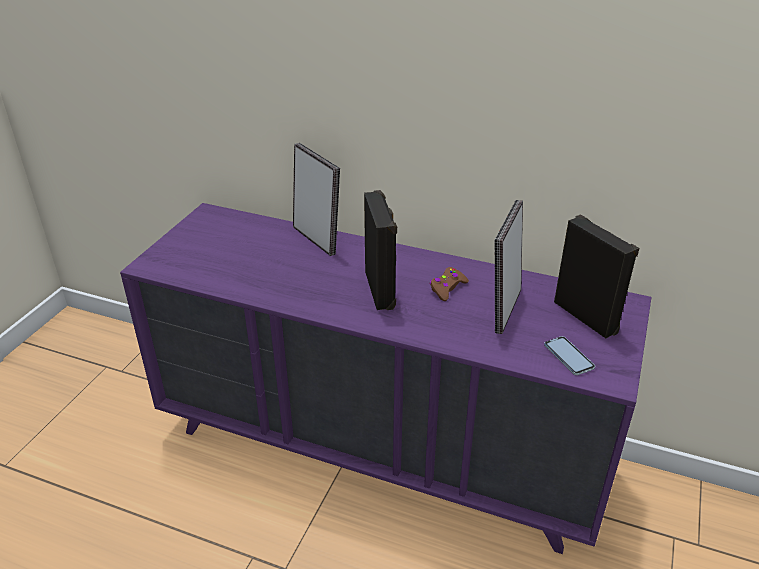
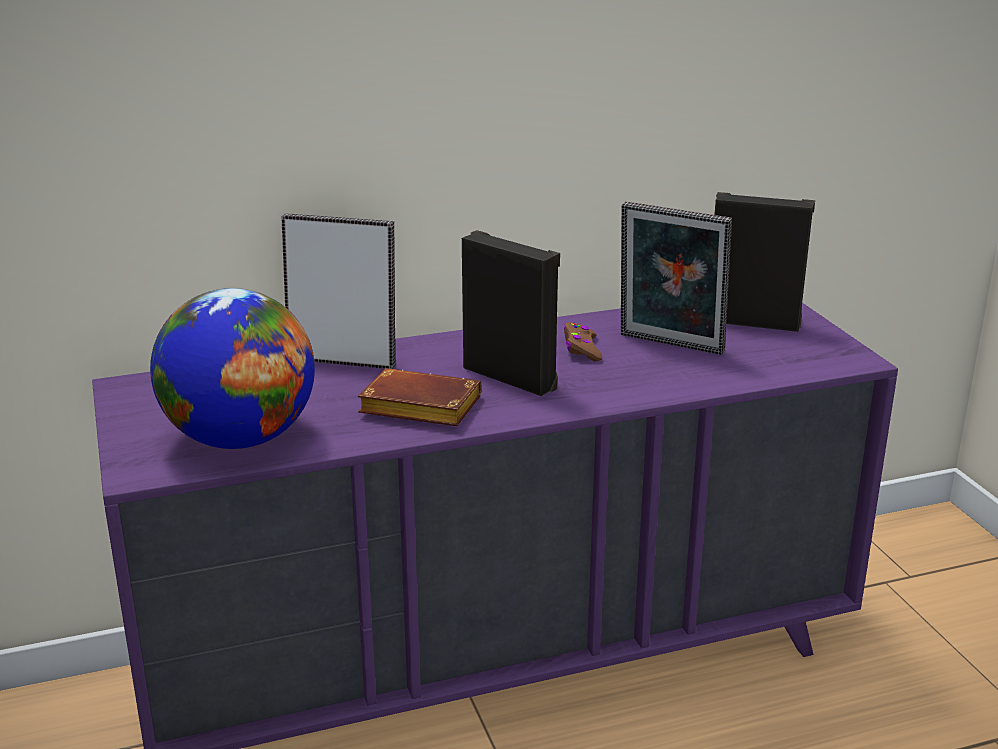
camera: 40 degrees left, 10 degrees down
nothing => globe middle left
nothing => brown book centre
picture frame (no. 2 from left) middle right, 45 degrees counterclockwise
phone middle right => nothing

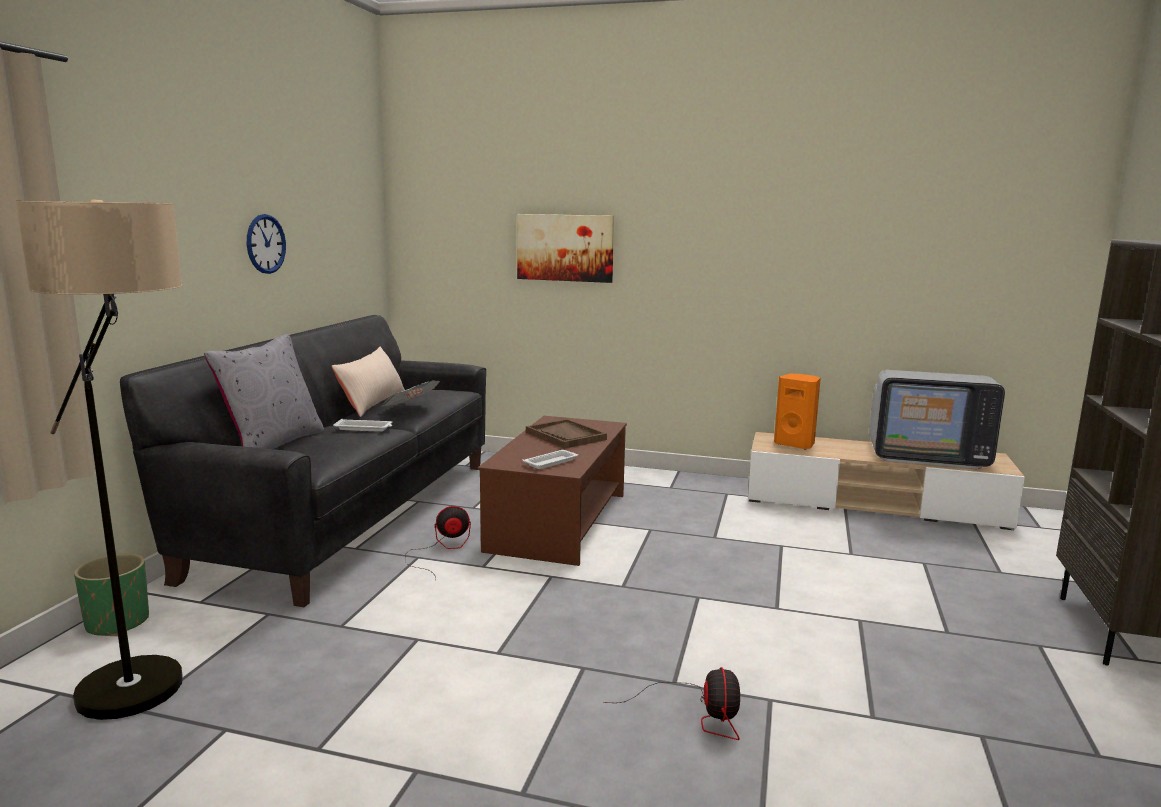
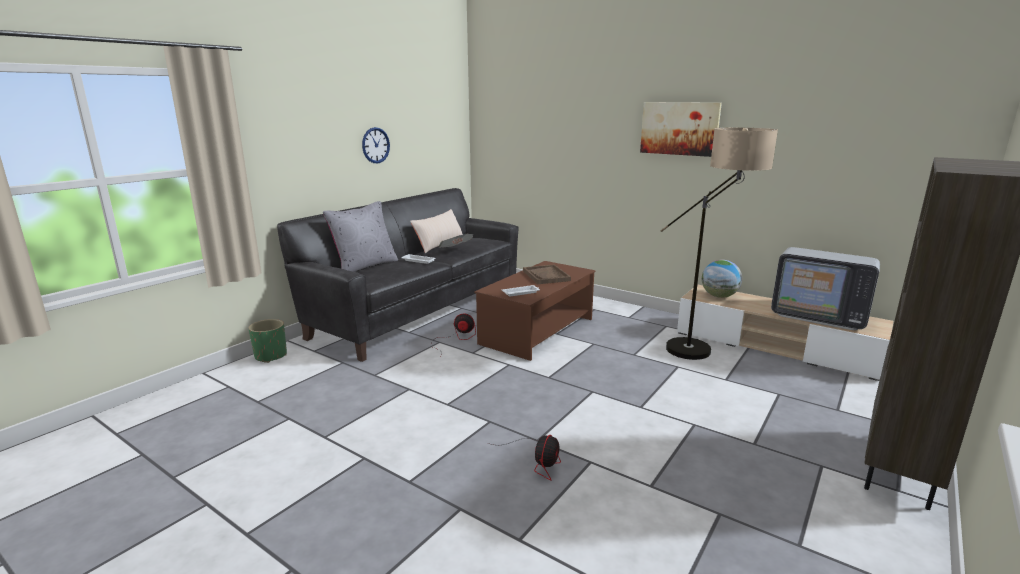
camera: 20 degrees right, 5 degrees up
picture top centre => picture top right, relocated
floor lamp middle left => floor lamp middle right, relocated
orange speaker middle right => globe middle right

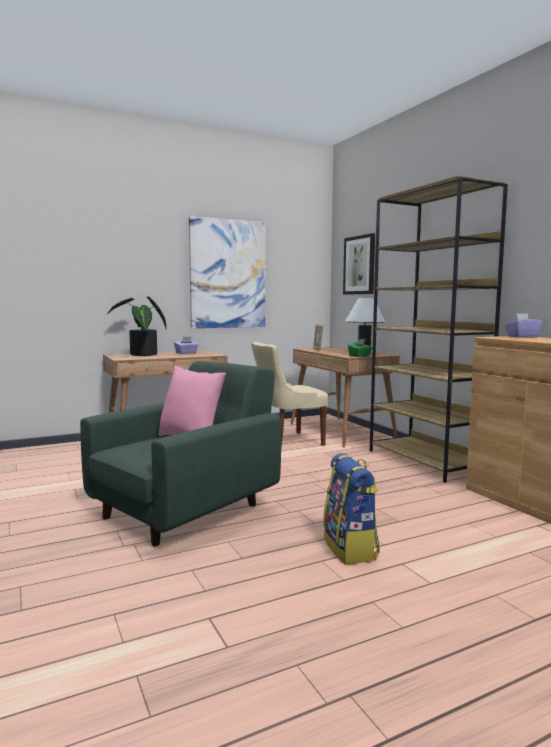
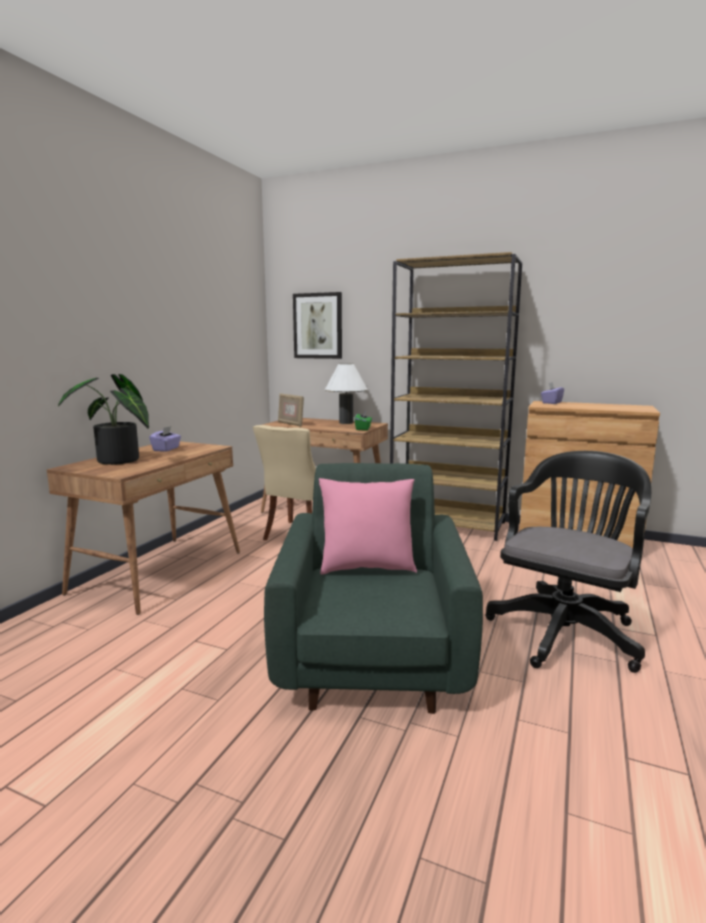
camera: 40 degrees left, 5 degrees up
backpack bottom centre => black office chair middle right
picture (no. 1 from left) centre => nothing

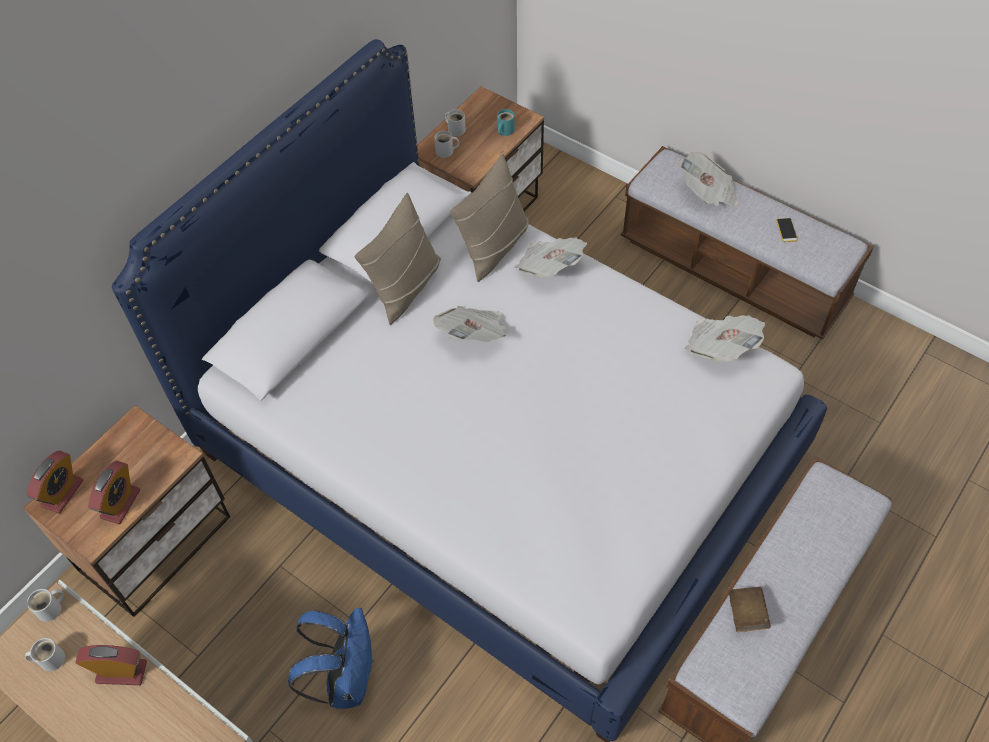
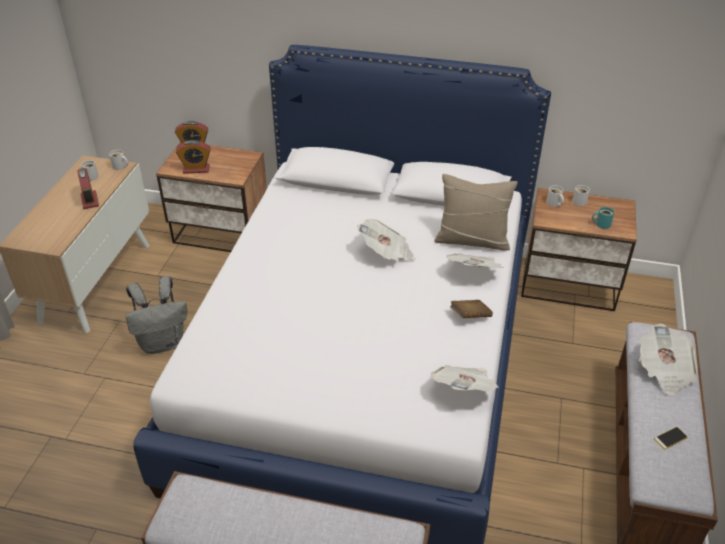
camera: 65 degrees right, 15 degrees down
blue backpack bottom centre => grey backpack middle left
brown book bottom right => brown book centre, relocated
beige pillow (no. 1 from left) centre => nothing

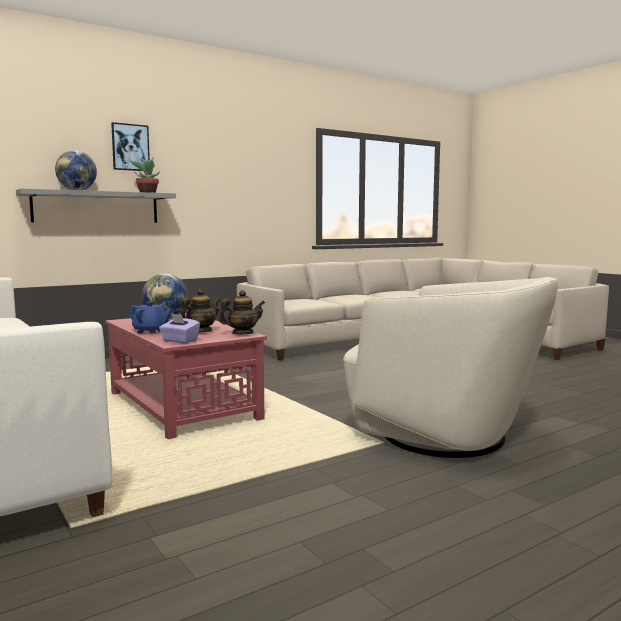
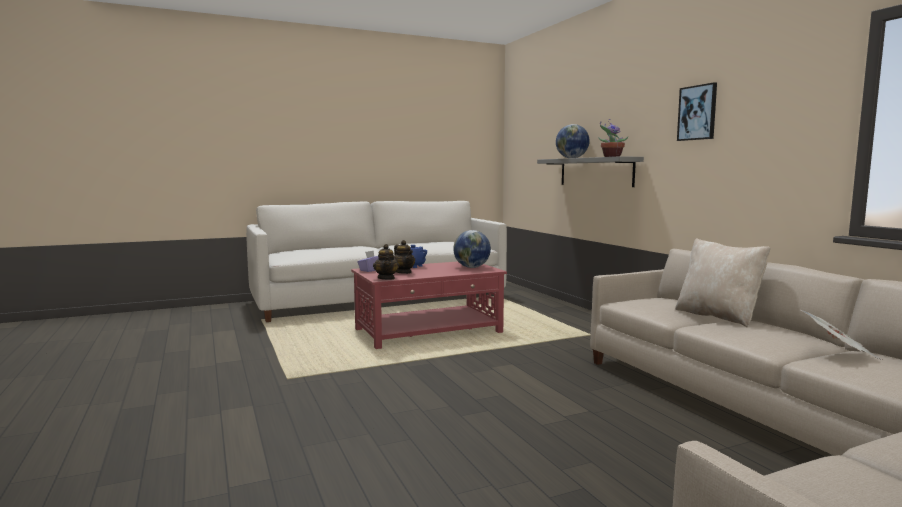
camera: 100 degrees right, 0 degrees up
nothing => beige pillow middle right
picture top left => picture top right, relocated
nothing => newspaper middle right
beige armchair middle right => nothing

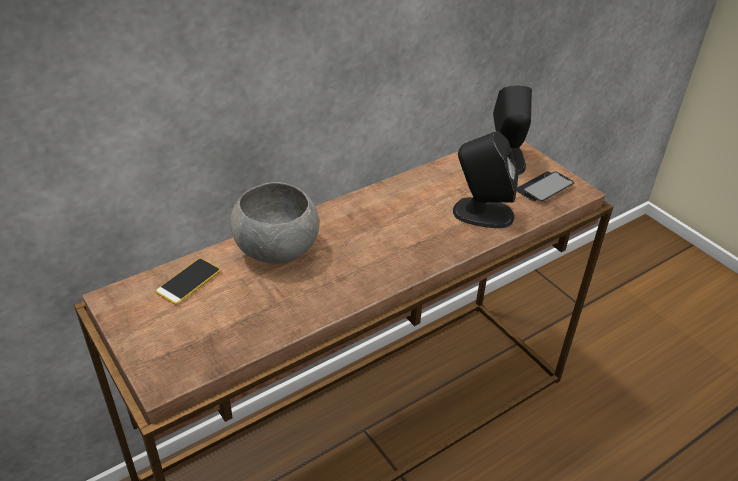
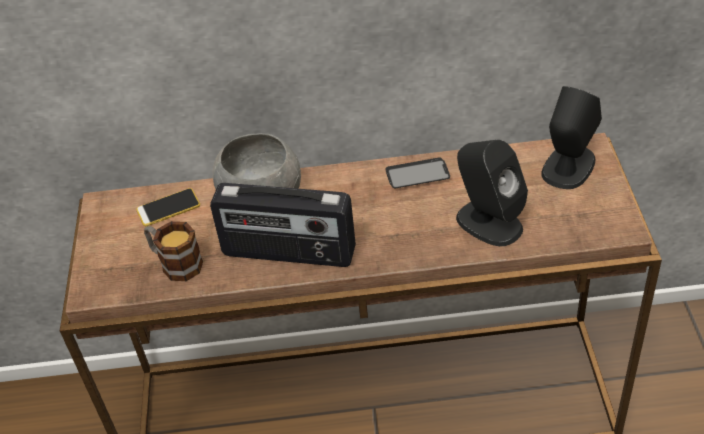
camera: 35 degrees right, 5 degrees up
nothing => mug middle left
nothing => radio centre
phone (no. 2 from left) middle right => phone (no. 2 from left) centre, relocated

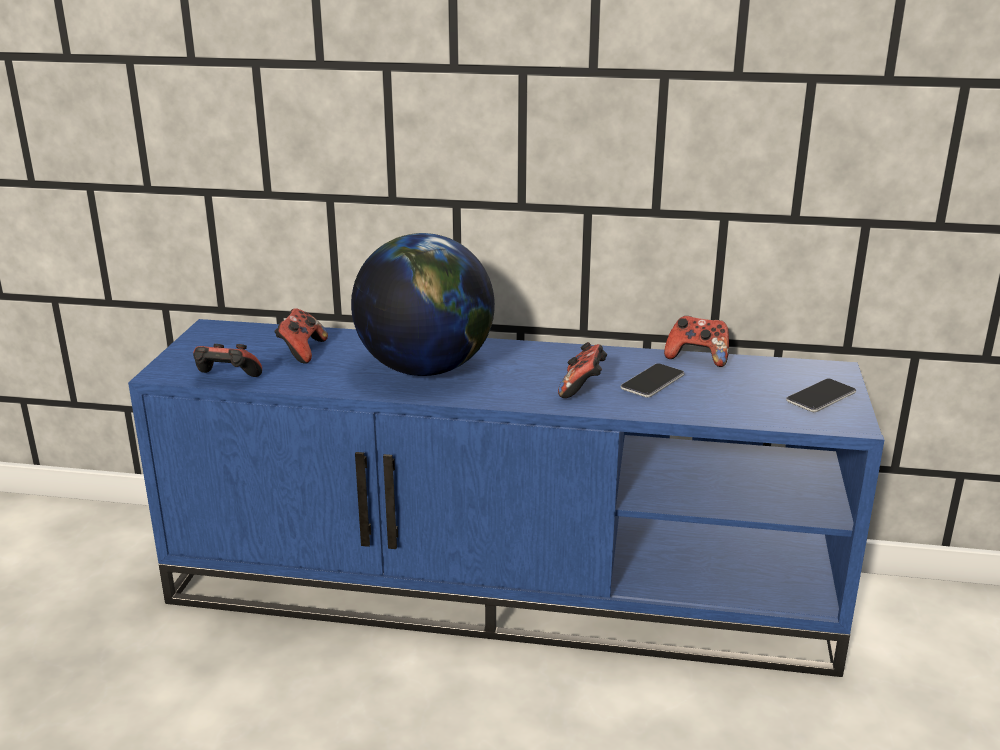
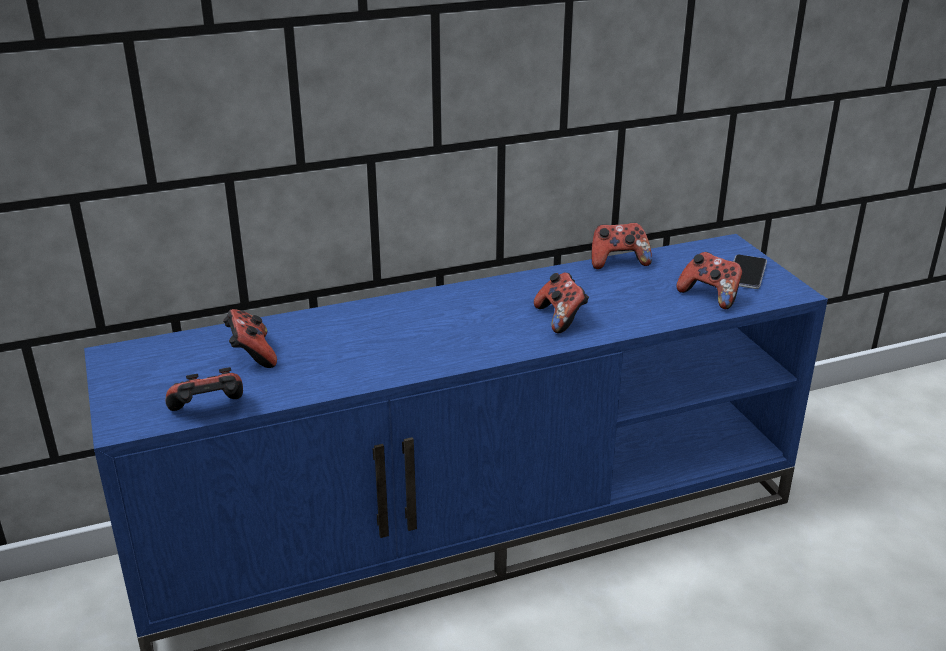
camera: 30 degrees left, 5 degrees up
nothing => game controller (no. 5 from left) middle right
globe centre => nothing
phone (no. 1 from left) centre => nothing

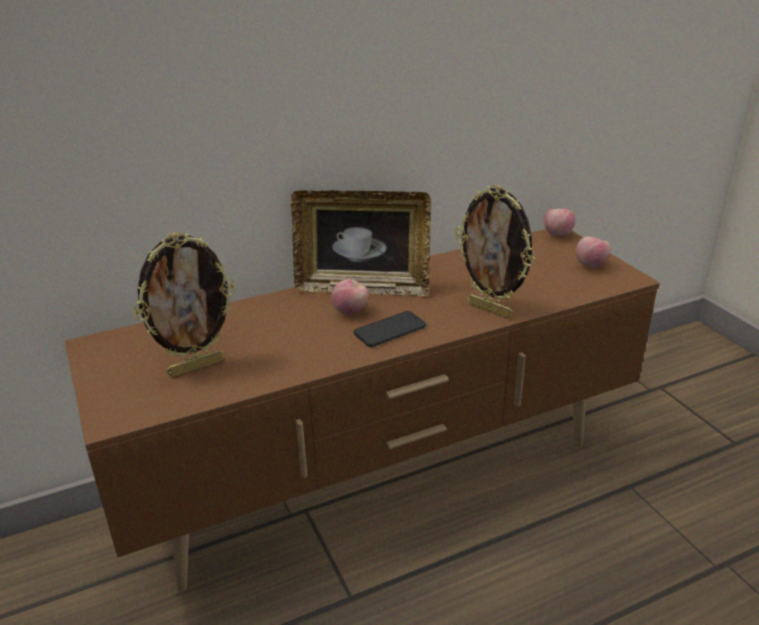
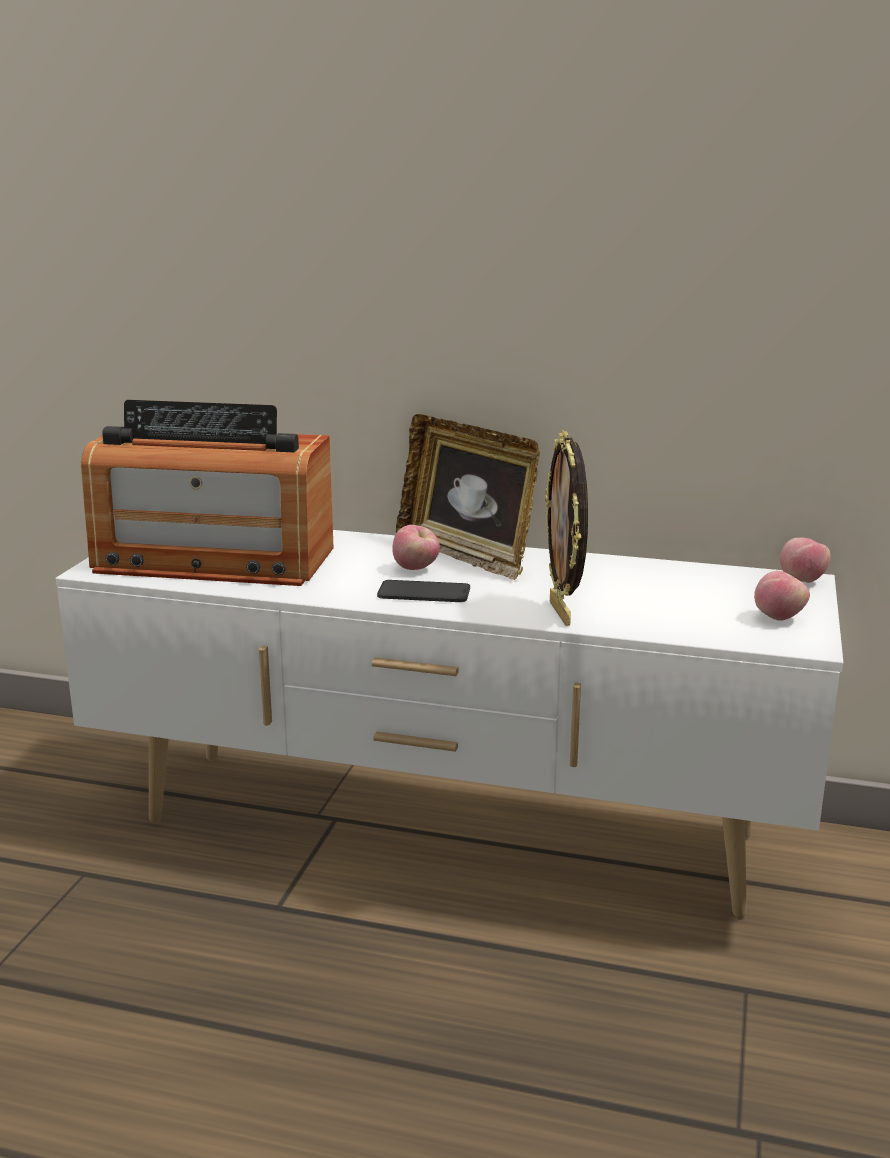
camera: 40 degrees right, 10 degrees down
brown tv stand centre => white tv stand centre
picture frame (no. 1 from left) middle left => radio middle left

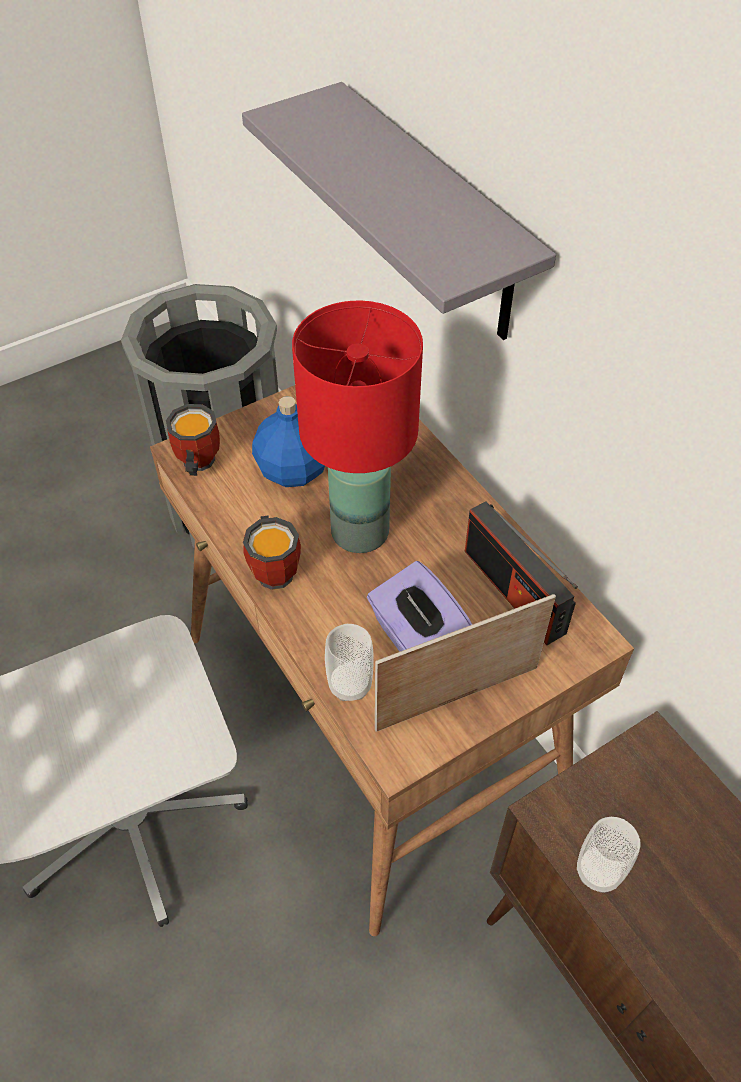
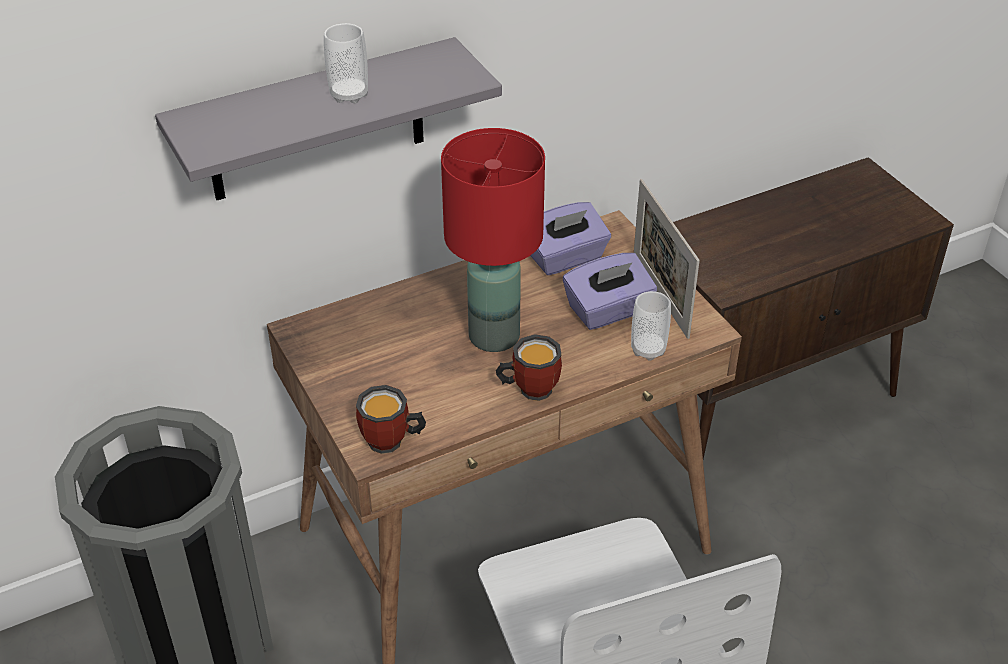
camera: 85 degrees left, 10 degrees down
cup (no. 2 from left in the first image) bottom right => cup (no. 1 from left) top centre, relocated
radio middle right => purple tissue box (no. 1 from left) centre
blue bottle centre => nothing

